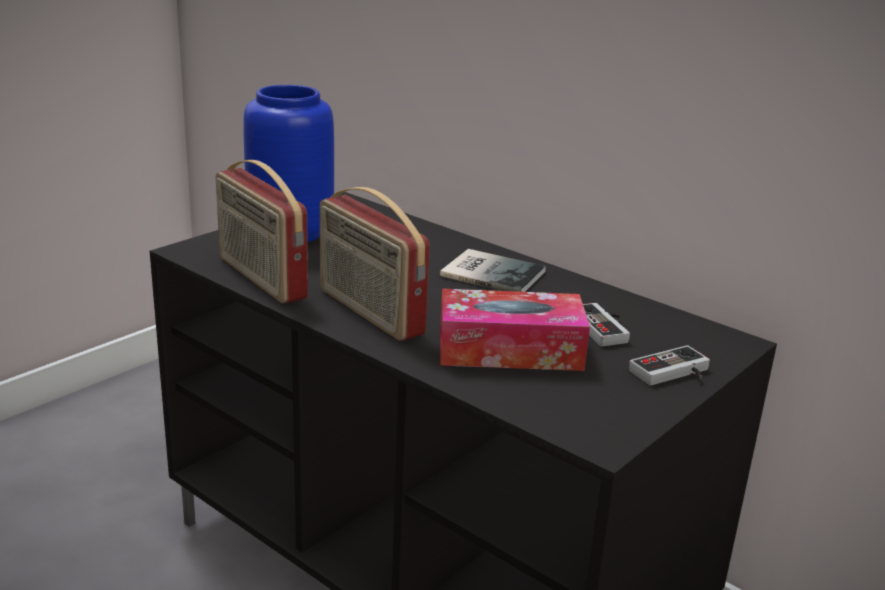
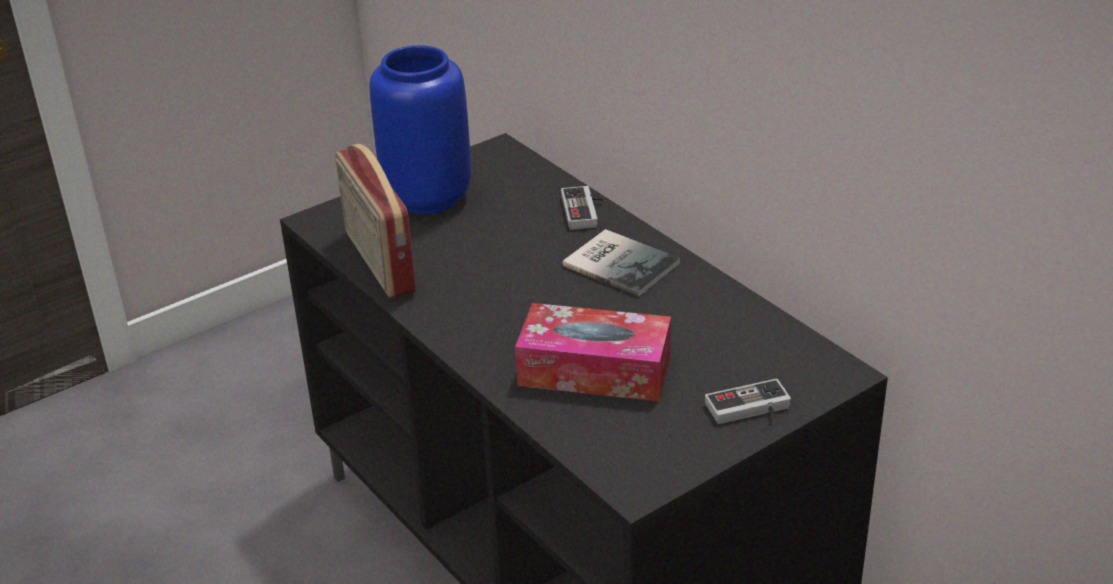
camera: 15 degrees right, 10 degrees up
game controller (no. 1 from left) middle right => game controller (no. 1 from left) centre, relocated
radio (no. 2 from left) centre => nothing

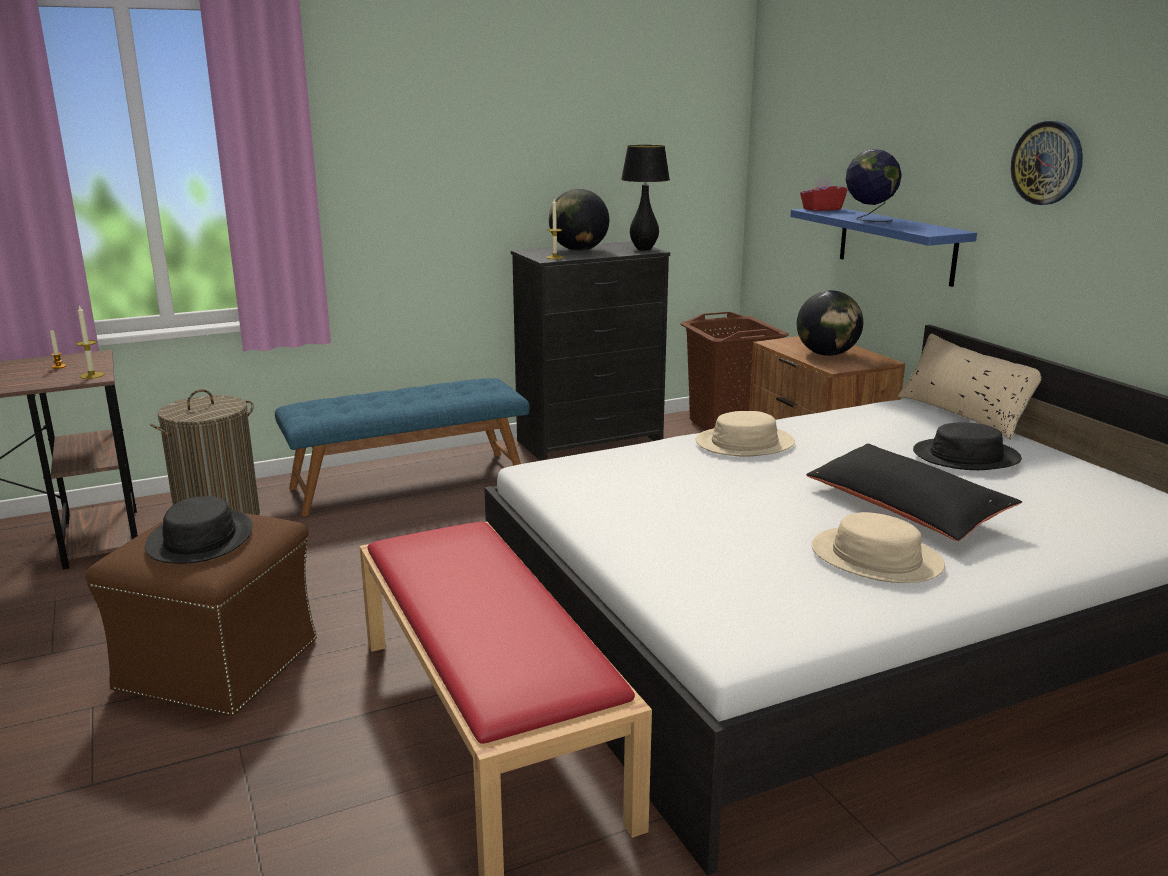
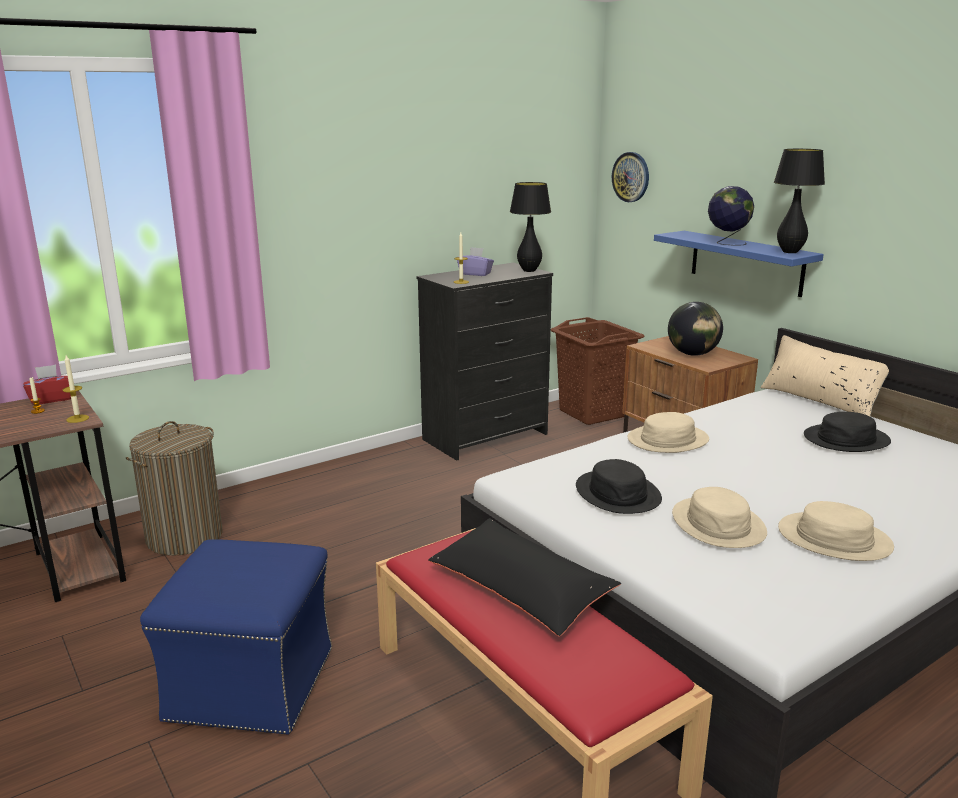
camera: 10 degrees left, 0 degrees up
red tissue box top right => red tissue box middle left, relocated
brown ottoman bottom left => blue ottoman bottom left
black pillow middle right => black pillow bottom centre, relocated
globe (no. 1 from left) top centre => purple tissue box top centre
black hat (no. 1 from left) middle left => black hat (no. 1 from left) centre, relocated
wall clock top right => wall clock top centre, relocated
nothing => beige hat (no. 2 from left) middle right
nothing => black table lamp (no. 2 from left) top right
blue bench centre => nothing

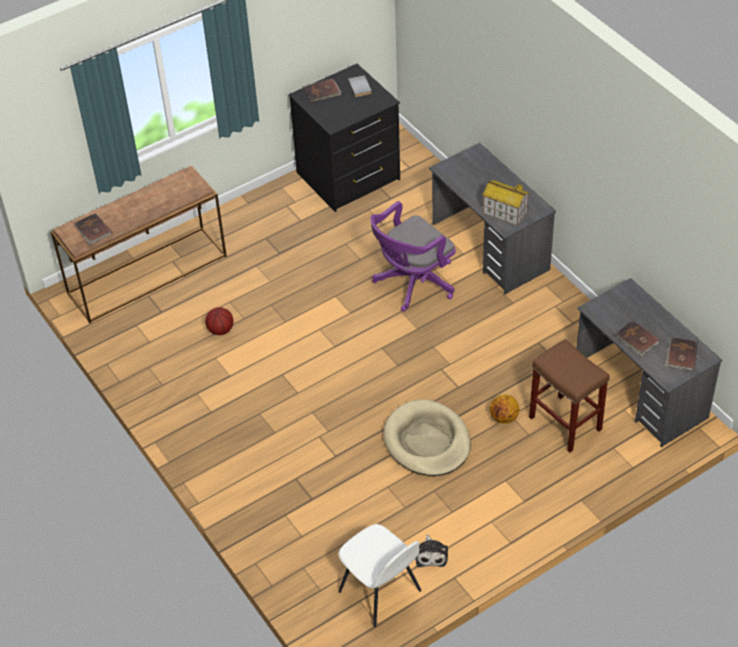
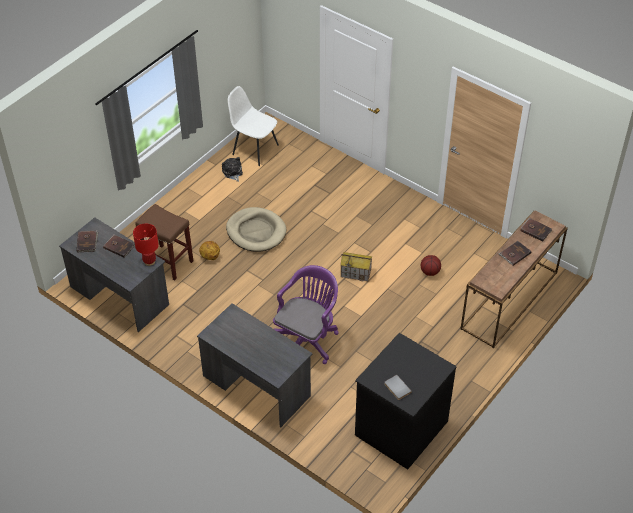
camera: 160 degrees right, 0 degrees up
nothing => red table lamp middle left
toy house top right => toy house centre, relocated
brown book (no. 2 from left in the first image) top centre => brown book (no. 3 from left) middle right, relocated

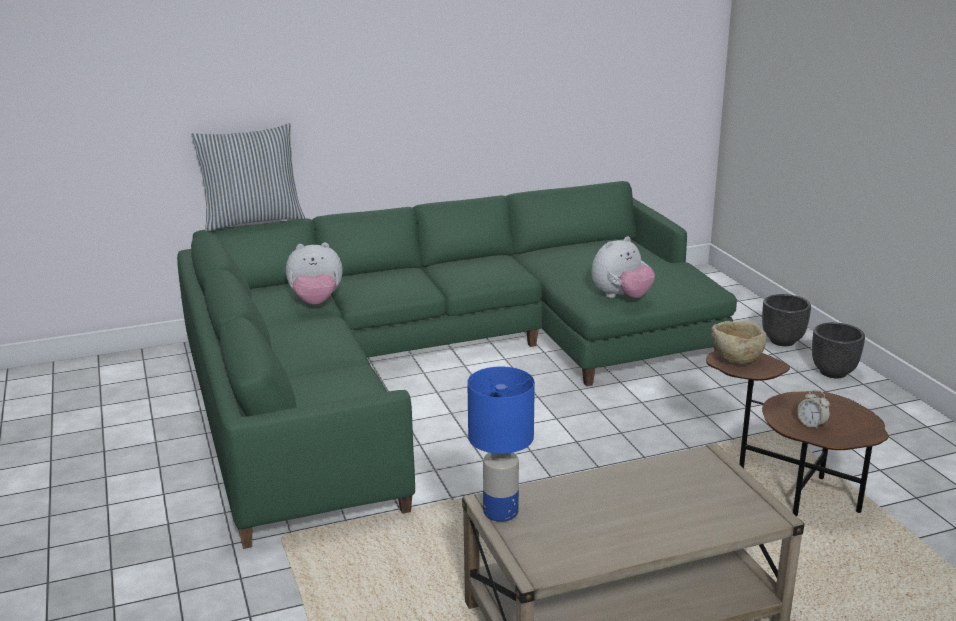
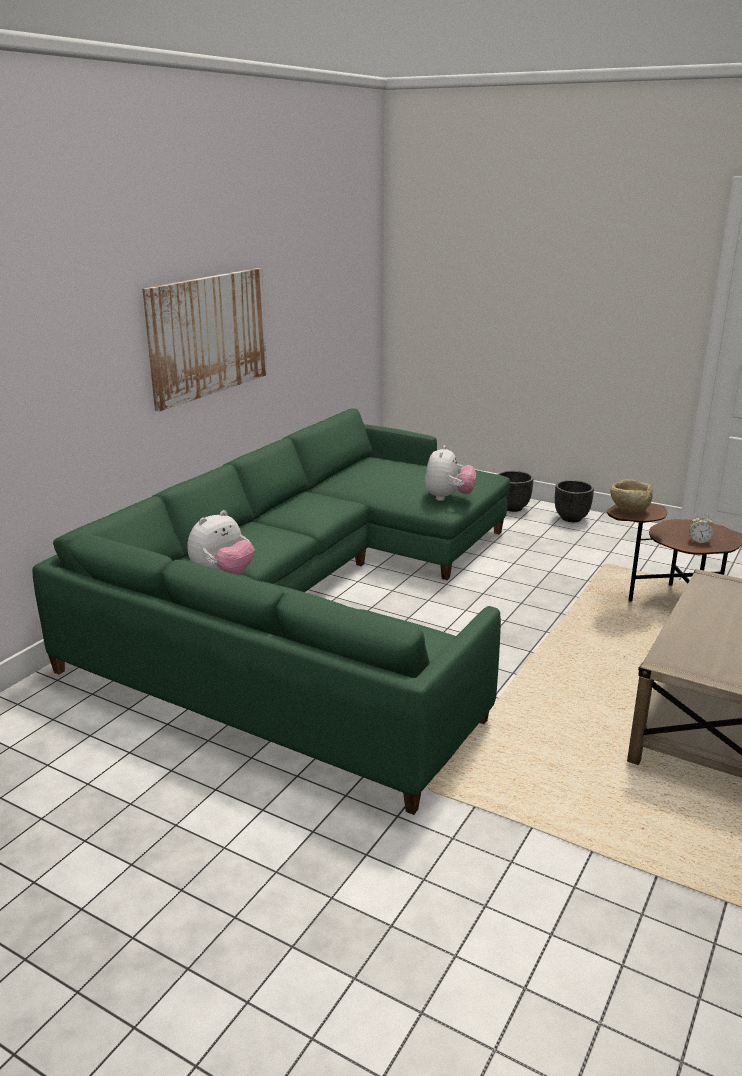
camera: 40 degrees left, 0 degrees up
nothing => picture top left
pillow top left => nothing
blue table lamp bottom centre => nothing

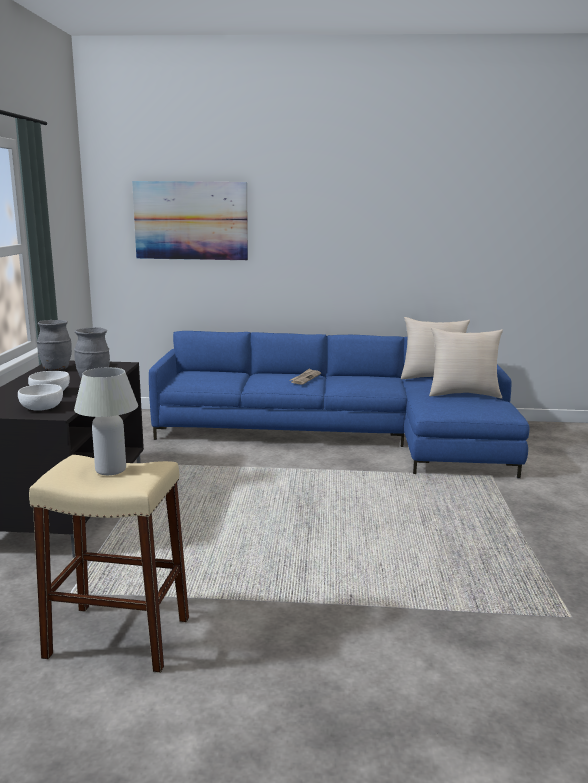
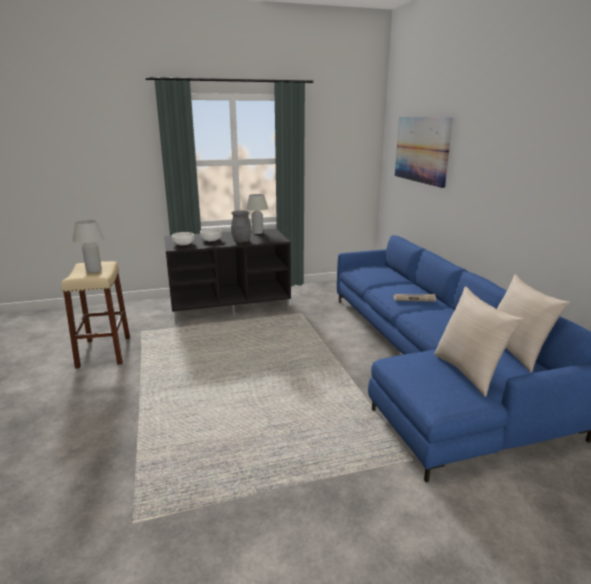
camera: 70 degrees right, 5 degrees up
grey vase (no. 1 from left) middle left => white table lamp (no. 2 from left) centre

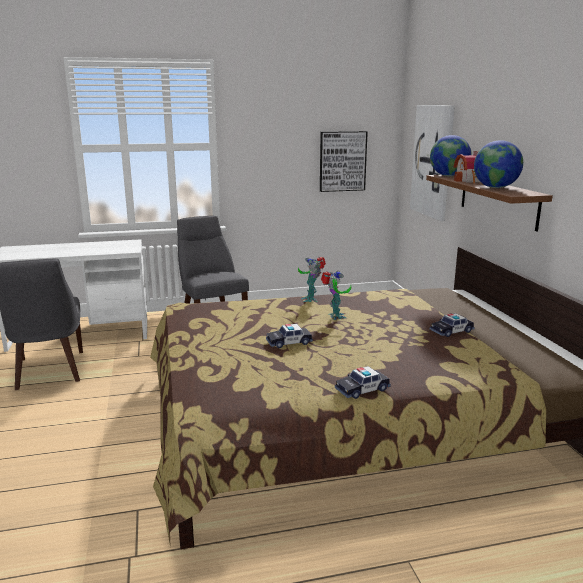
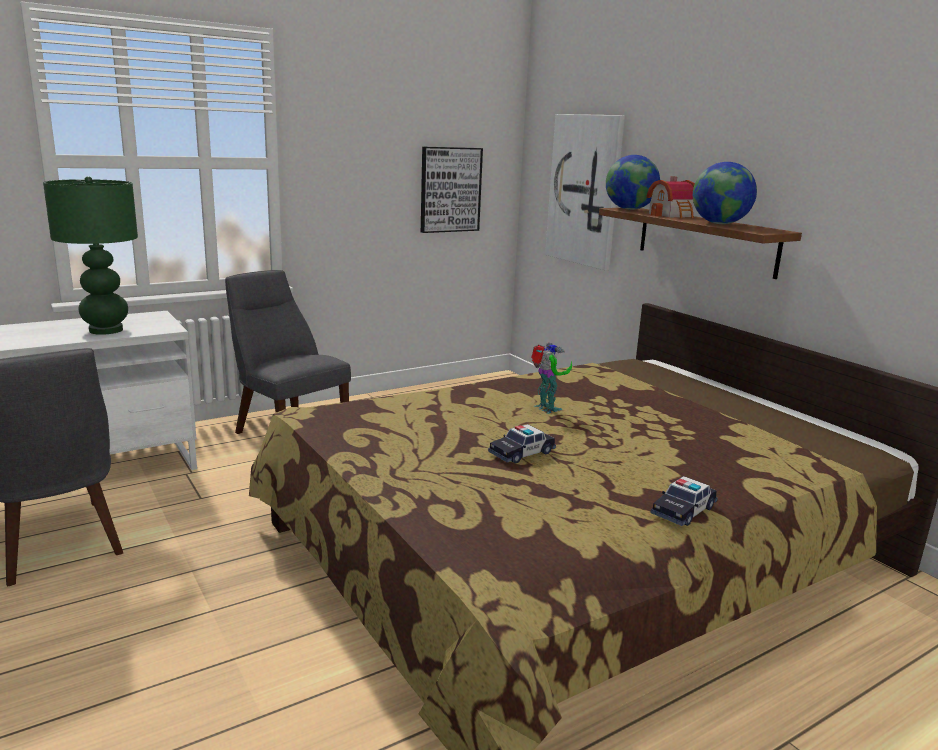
camera: 20 degrees left, 0 degrees up
nothing => green table lamp middle left
toy robot (no. 1 from left) centre => nothing
toy car (no. 3 from left) middle right => nothing

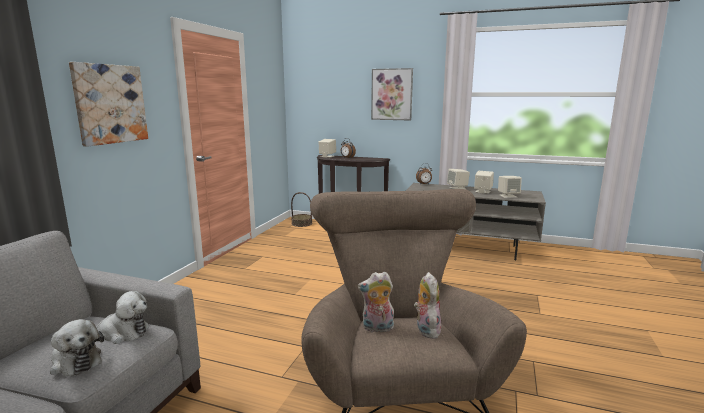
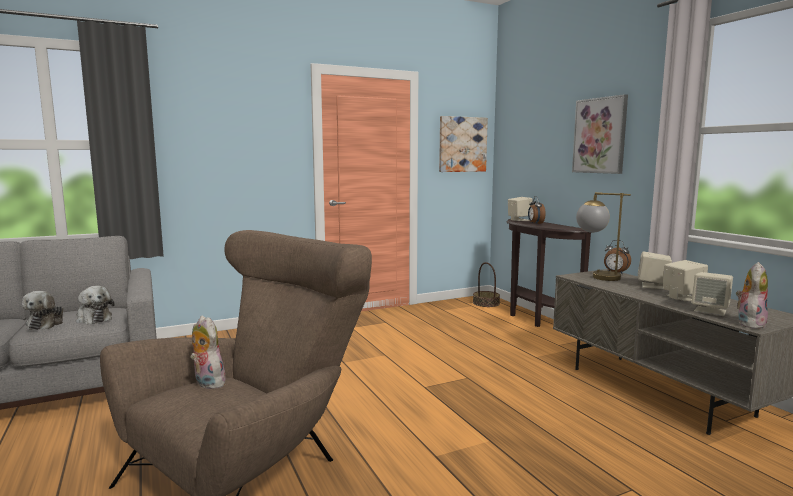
camera: 45 degrees right, 5 degrees down
picture (no. 1 from left) top left => picture (no. 1 from left) top centre, relocated
nothing => table lamp middle right
plush toy (no. 4 from left) bottom centre => plush toy (no. 4 from left) middle right, relocated

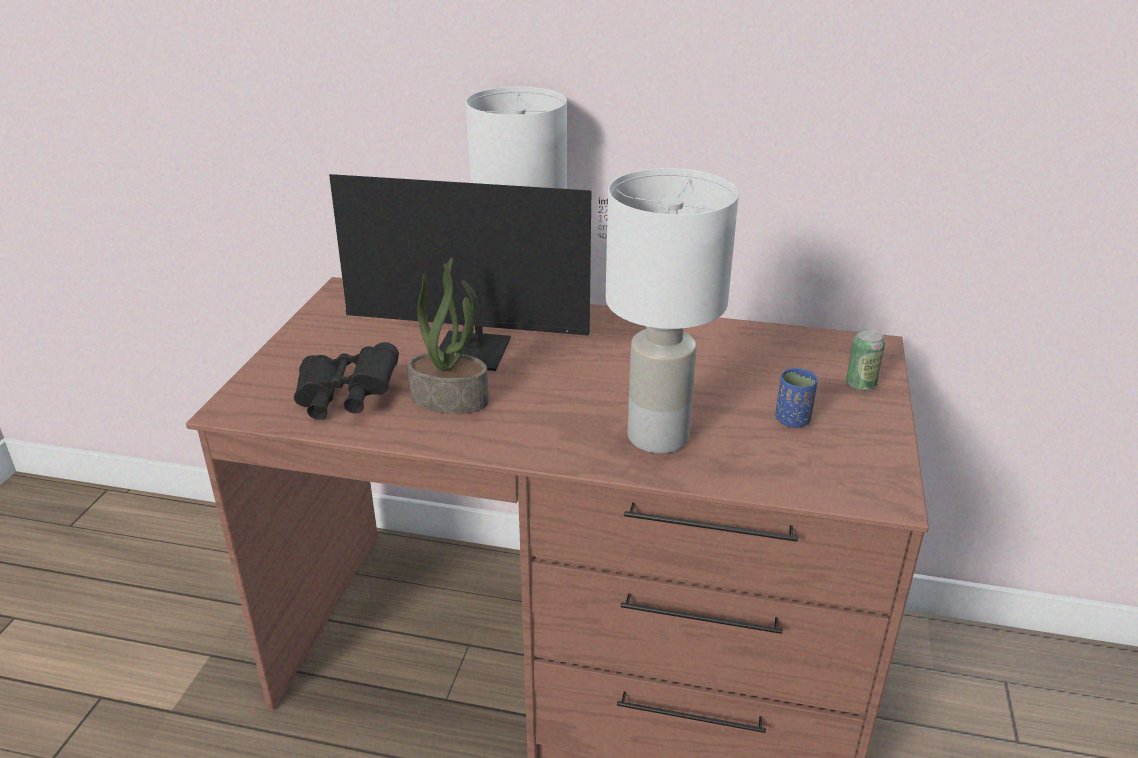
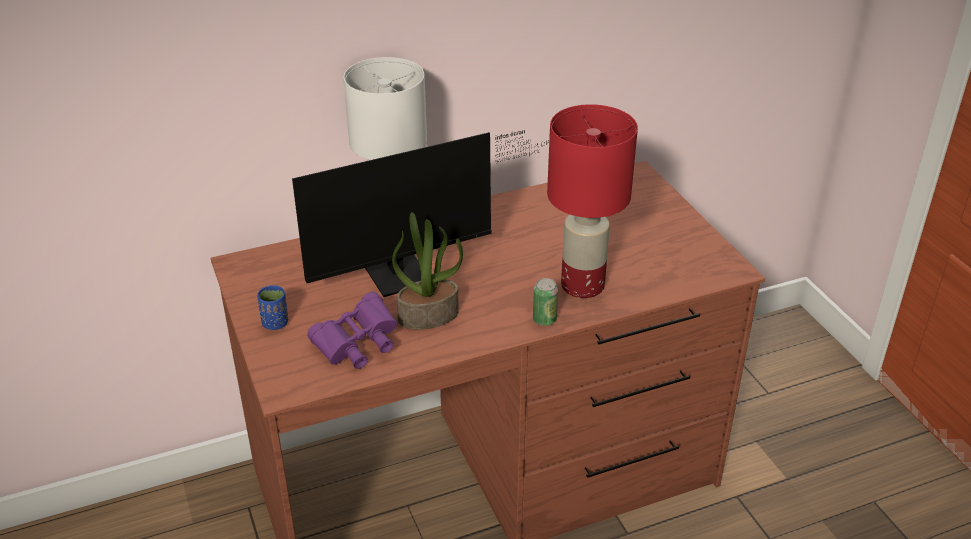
camera: 35 degrees left, 5 degrees up
blue cup middle right => blue cup middle left, relocated
black binoculars middle left => purple binoculars centre
can middle right => can centre, relocated
white table lamp (no. 2 from left) centre => red table lamp centre

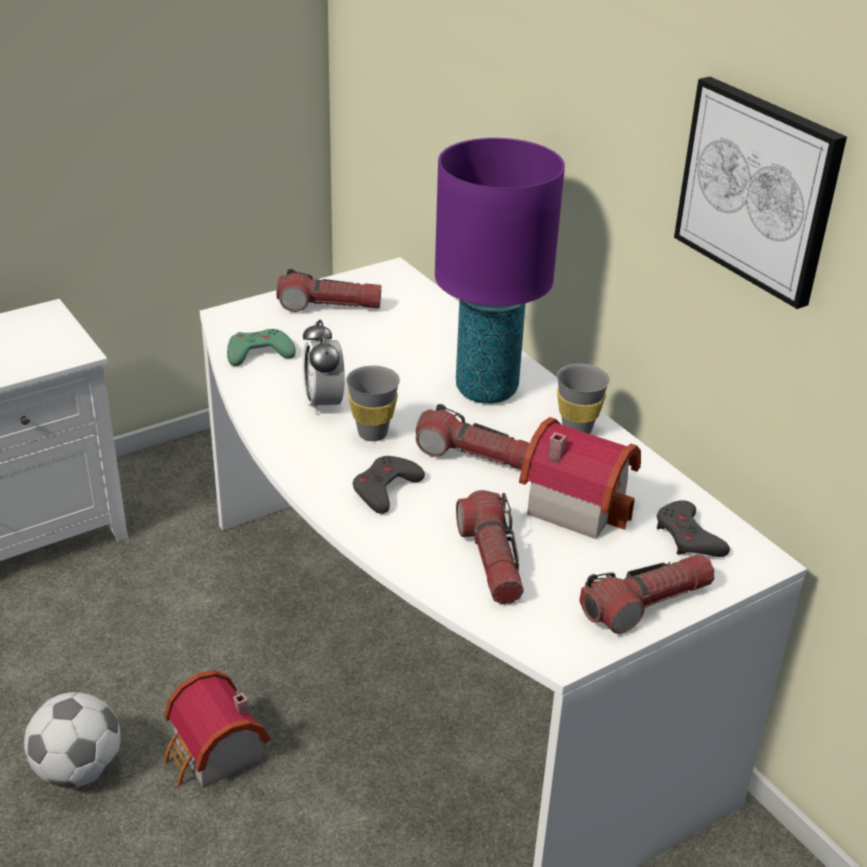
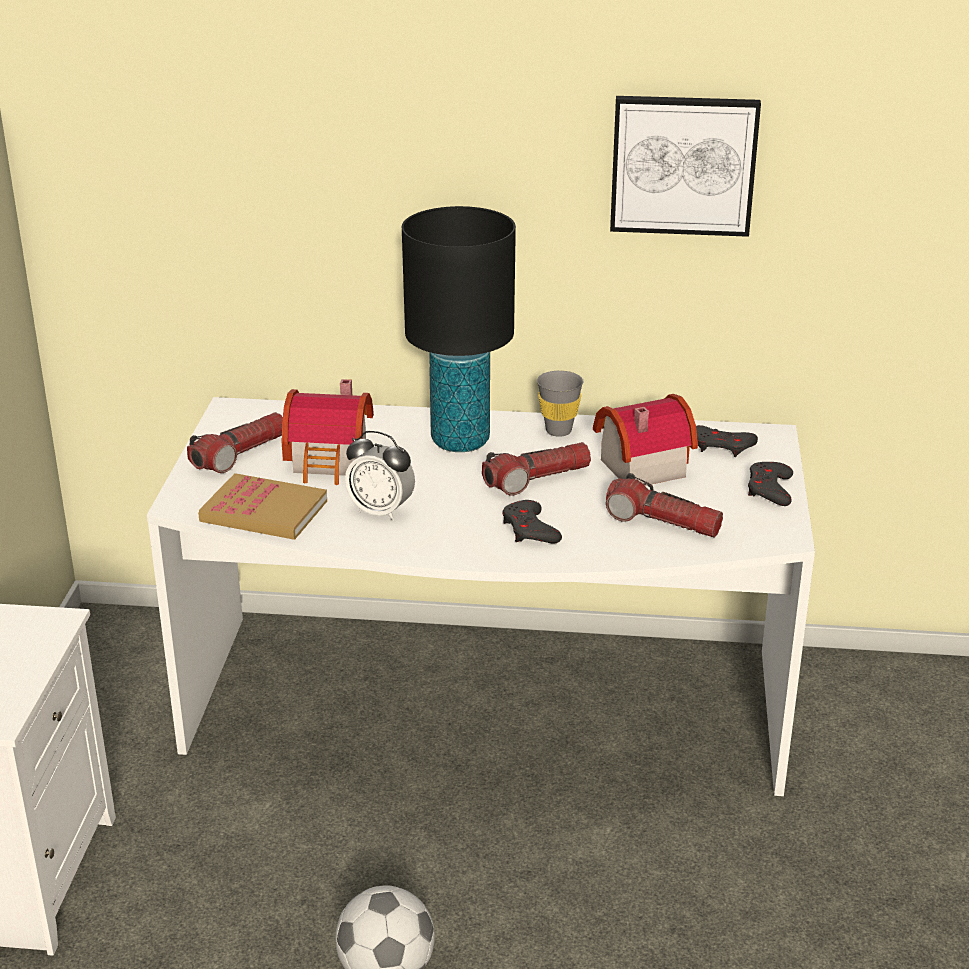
camera: 50 degrees left, 5 degrees down
green game controller middle left => book middle left
toy house (no. 1 from left) bottom left => toy house (no. 1 from left) centre, relocated
purple table lamp top centre => black table lamp centre
flashlight (no. 4 from left) bottom right => grey game controller (no. 3 from left) middle right
grey cup (no. 1 from left) centre => nothing

